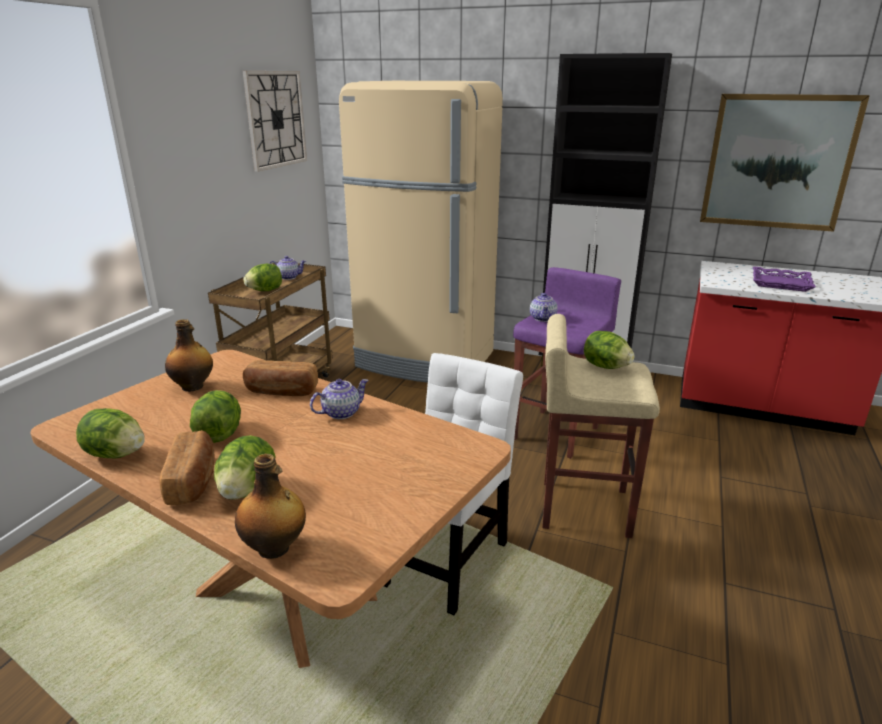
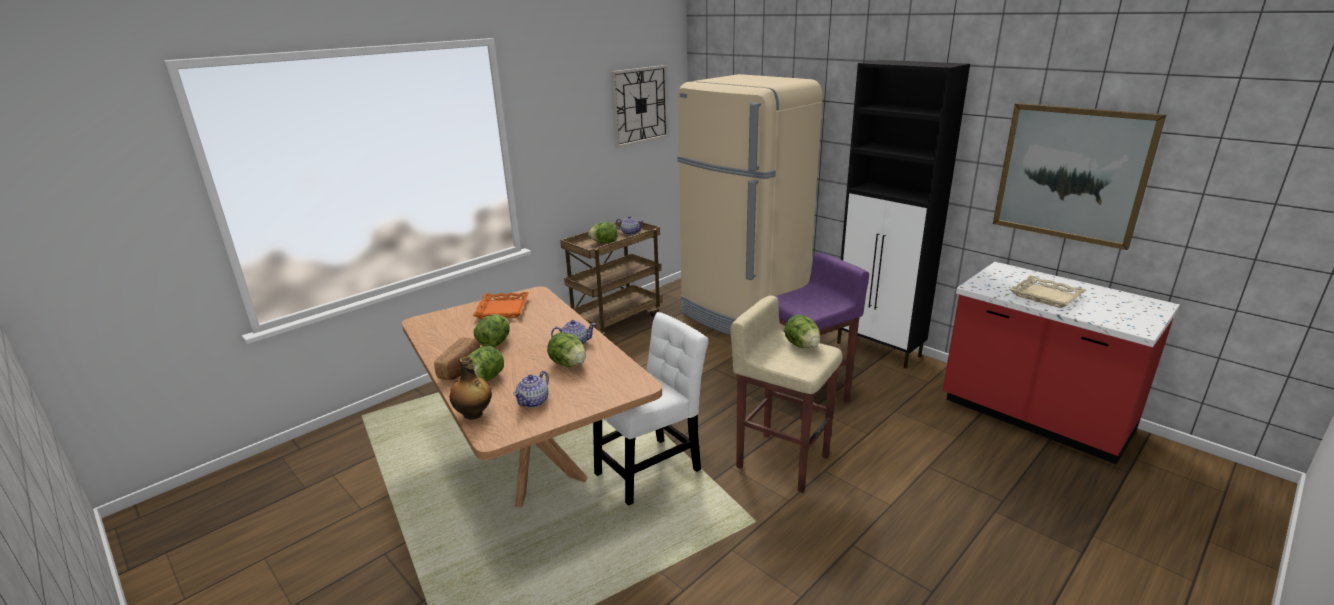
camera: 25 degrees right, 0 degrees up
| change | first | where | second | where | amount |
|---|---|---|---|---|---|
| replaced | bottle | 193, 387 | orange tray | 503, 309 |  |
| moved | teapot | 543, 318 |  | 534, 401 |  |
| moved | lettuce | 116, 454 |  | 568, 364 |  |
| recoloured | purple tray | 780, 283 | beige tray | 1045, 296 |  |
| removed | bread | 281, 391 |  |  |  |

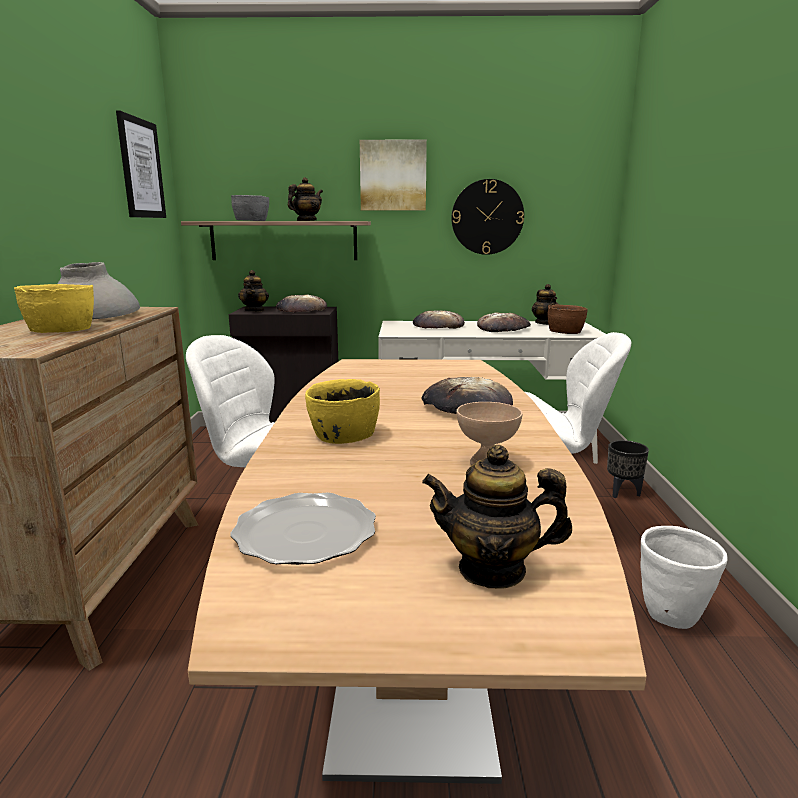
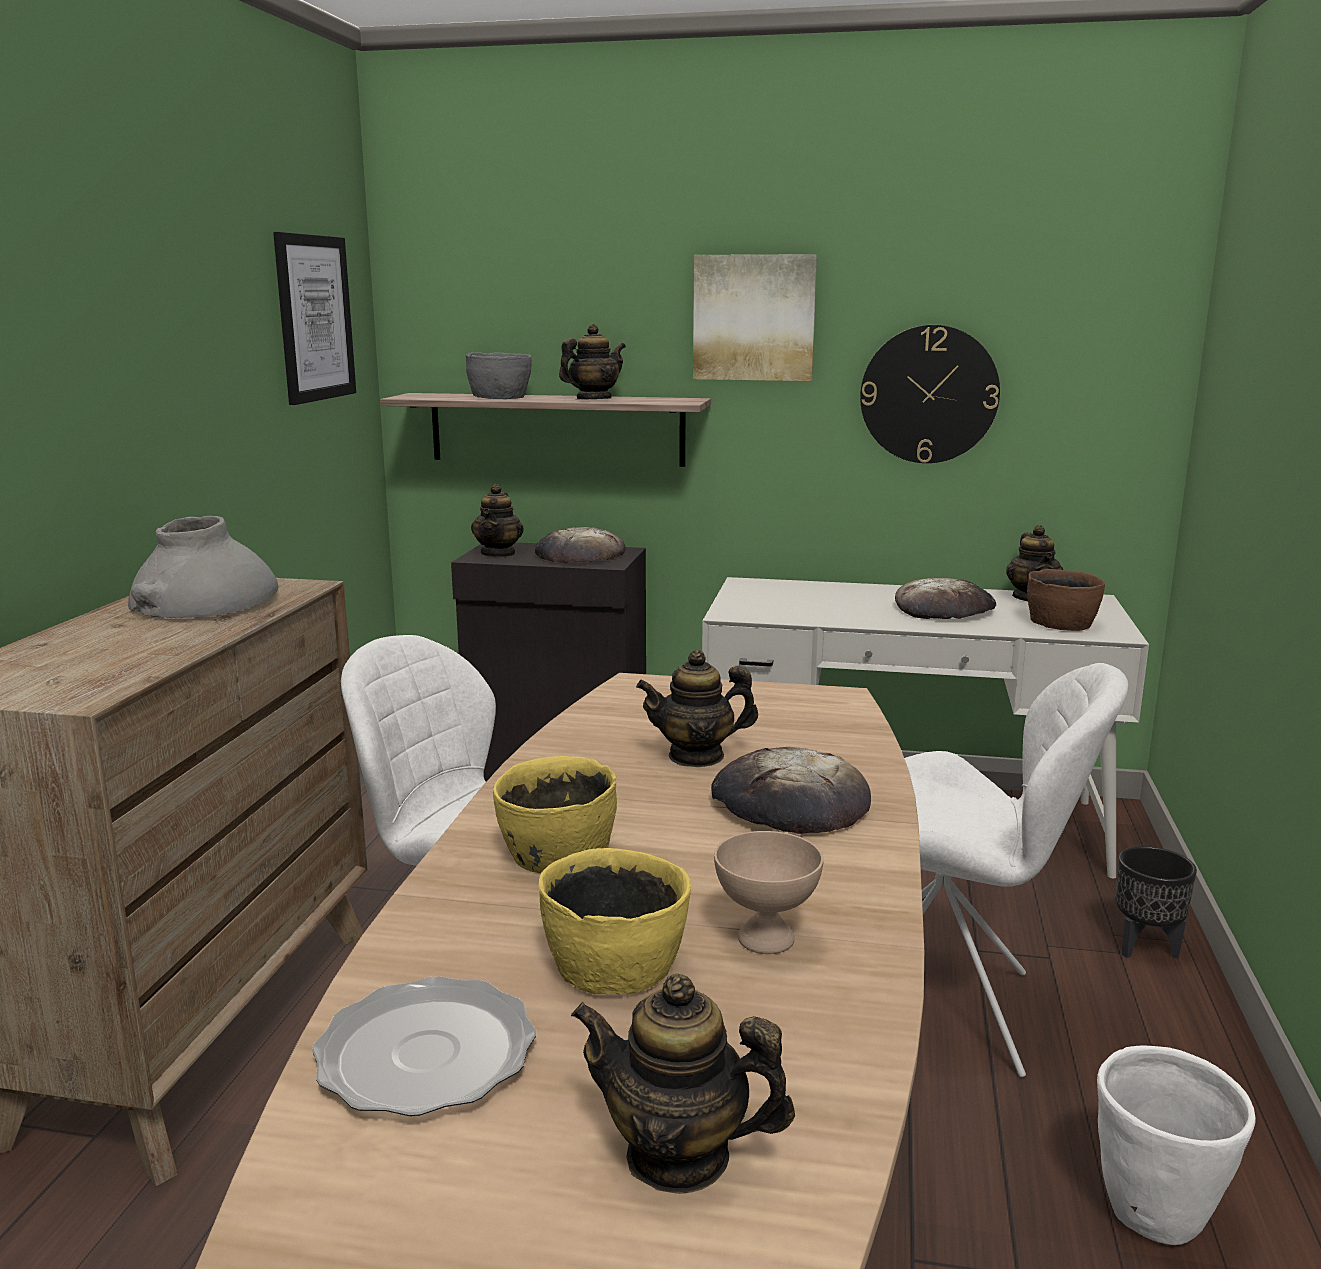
camera: 10 degrees right, 0 degrees up
| change | first | where | second | where | amount |
|---|---|---|---|---|---|
| moved | yellow bowl | 61, 329 |  | 615, 963 |  |
| added |  |  | teapot | 696, 756 |  |
| removed | bread | 438, 325 |  |  |  |

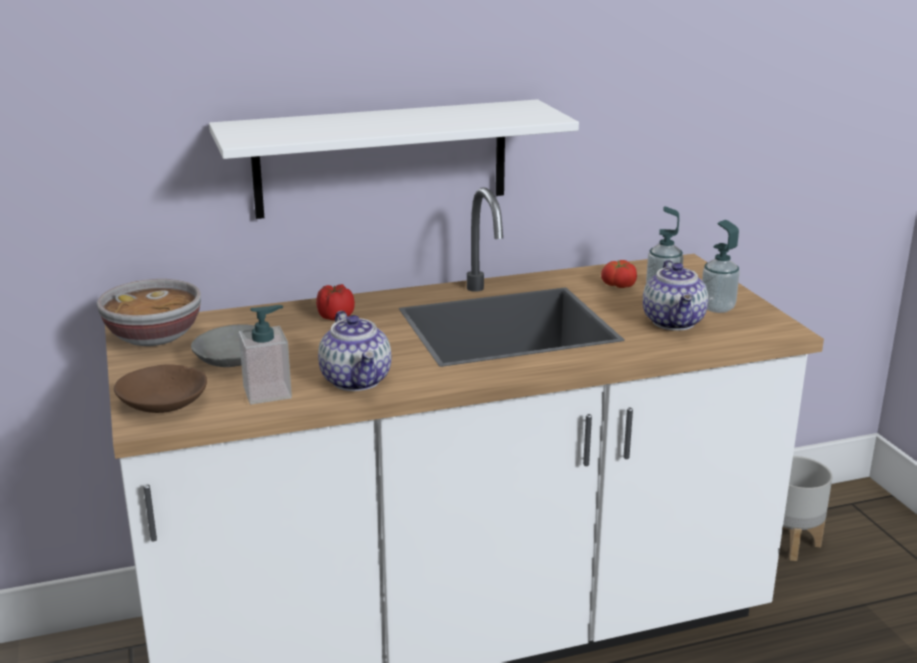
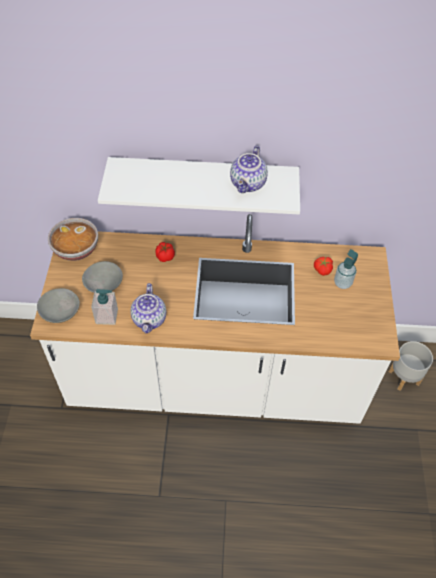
camera: 20 degrees right, 30 degrees up
| change | first | where | second | where | amount |
|---|---|---|---|---|---|
| recoloured | brown bowl | 164, 403 | grey bowl | 60, 310 |  |
| moved | teapot | 675, 322 |  | 248, 184 |  |
| removed | soap dispenser | 717, 308 |  |  |  |

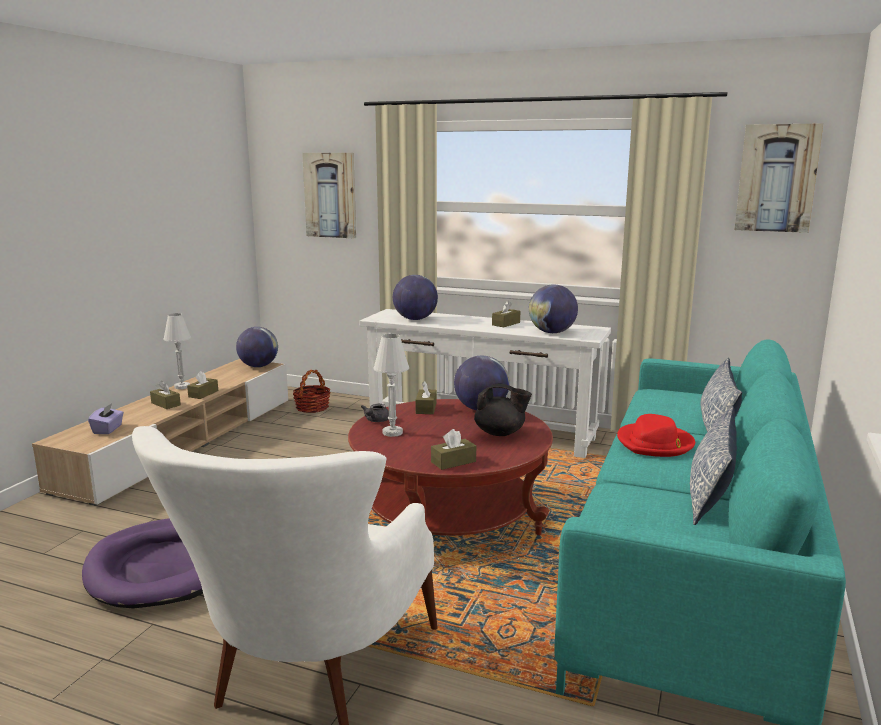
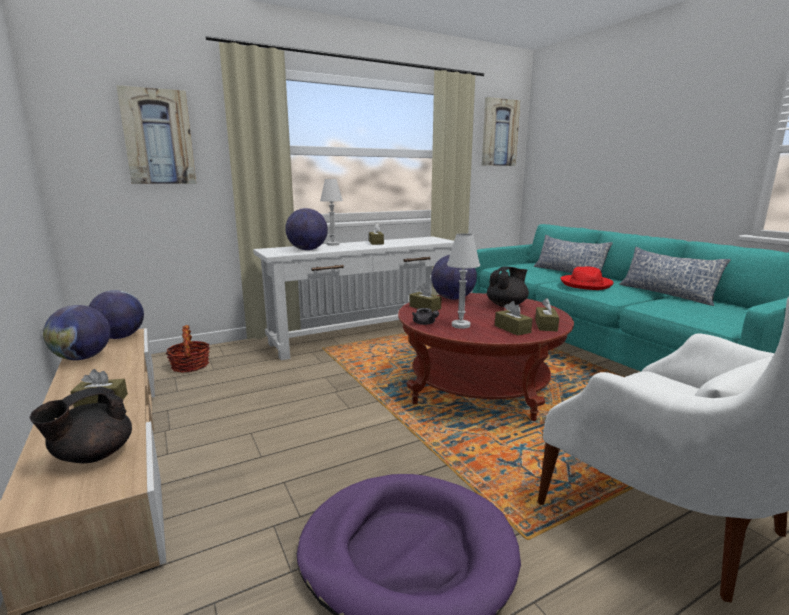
camera: 50 degrees left, 0 degrees up
| change | first | where | second | where | amount |
|---|---|---|---|---|---|
| replaced | purple tissue box | 108, 429 | black teapot | 92, 455 |  |
| moved | globe | 552, 332 |  | 83, 358 |  |
| moved | white table lamp | 182, 386 |  | 333, 244 |  |
| moved | brown tissue box | 203, 394 |  | 512, 329 |  |

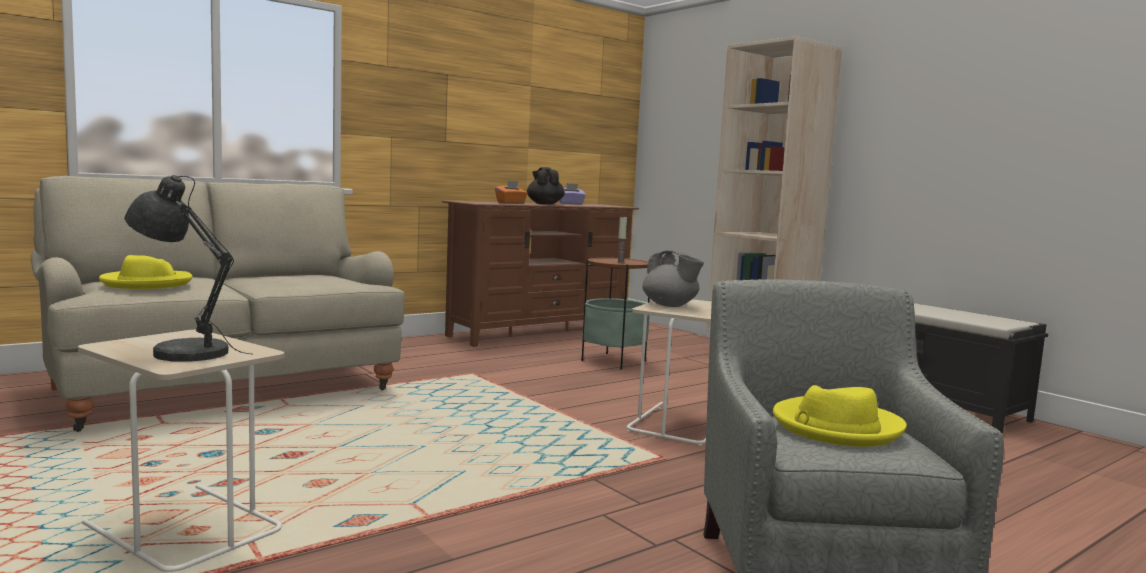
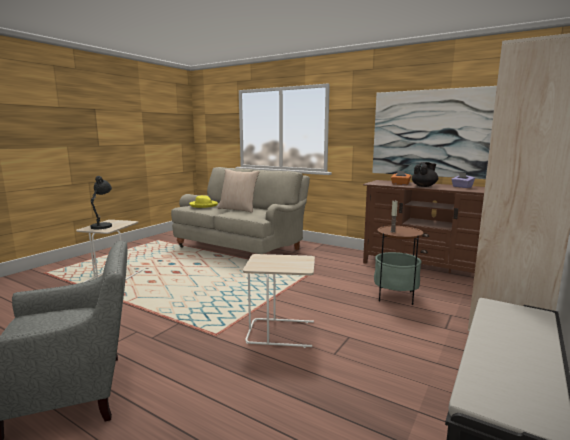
camera: 70 degrees right, 5 degrees up
| change | first | where | second | where | amount |
|---|---|---|---|---|---|
| added |  |  | beige pillow | 238, 209 |  |
| added |  |  | picture | 429, 133 |  |
| removed | grey teapot | 670, 305 |  |  |  |
| removed | yellow hat | 835, 427 |  |  |  |

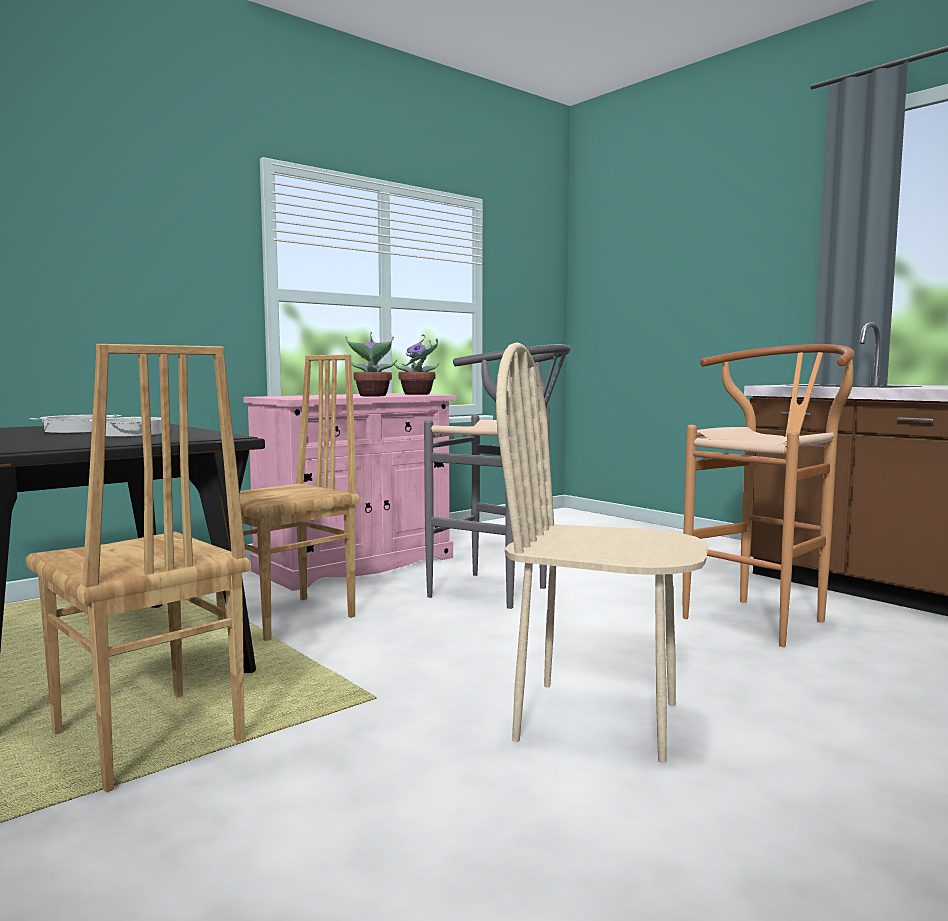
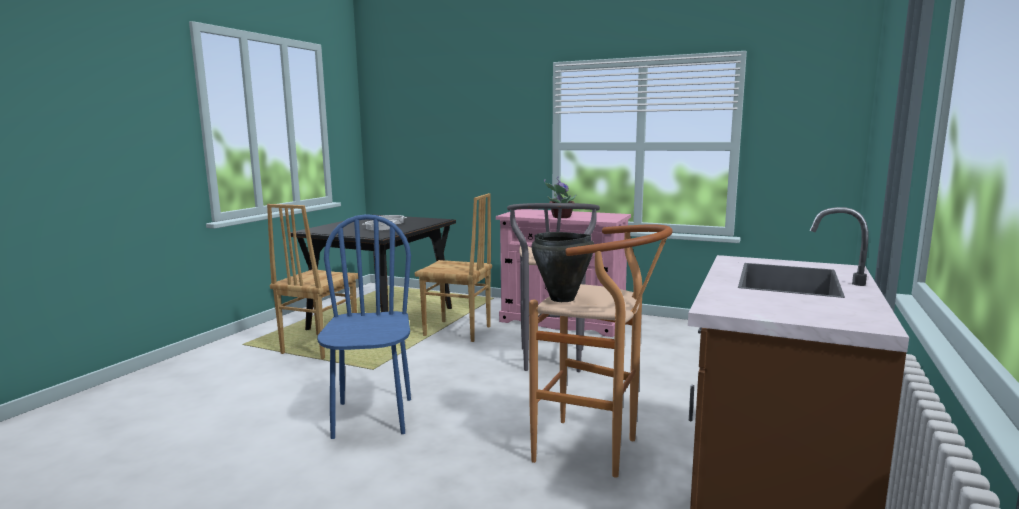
camera: 65 degrees right, 5 degrees up
| change | first | where | second | where | amount |
|---|---|---|---|---|---|
| recoloured | beige chair | 597, 720 | blue chair | 372, 417 |  |
| added |  |  | black cooking pot | 562, 299 |  |
| removed | potted plant | 419, 394 |  |  |  |

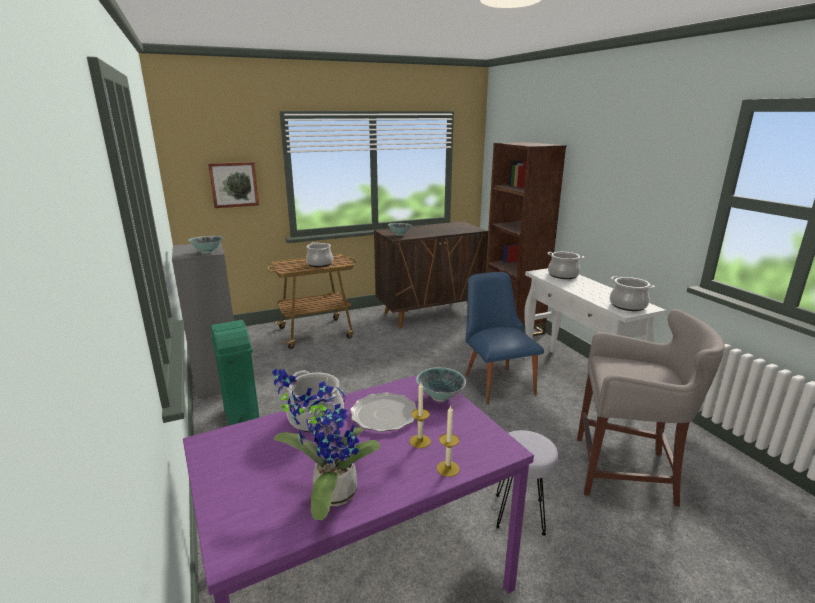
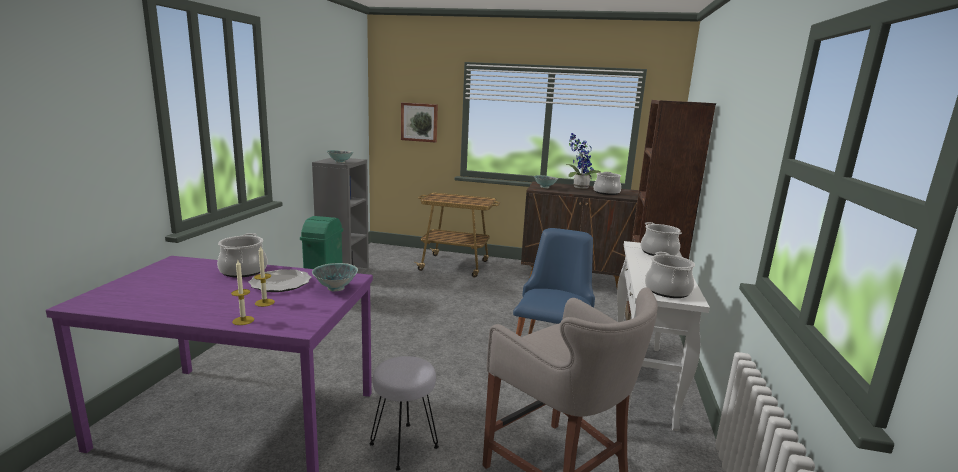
camera: 35 degrees right, 5 degrees down
| change | first | where | second | where | amount |
|---|---|---|---|---|---|
| moved | potted plant | 329, 493 |  | 578, 187 |  |
| moved | cooking pot | 319, 263 |  | 606, 192 |  |

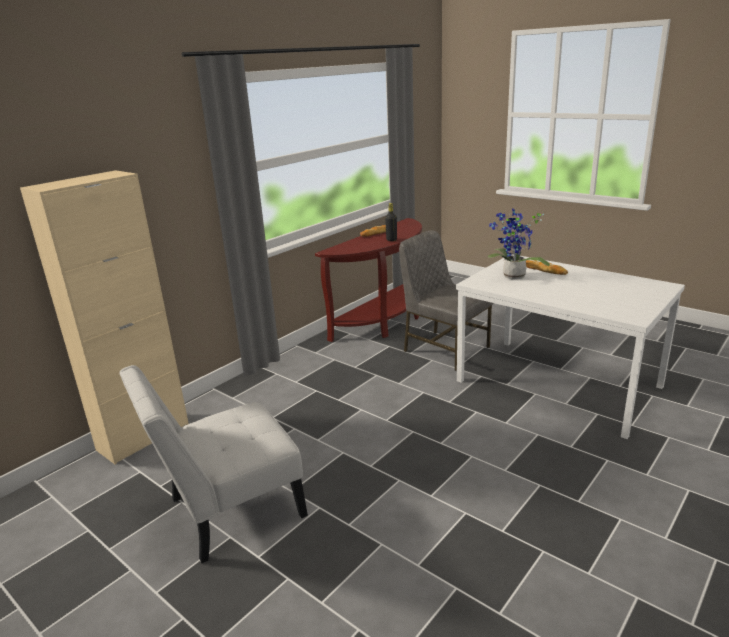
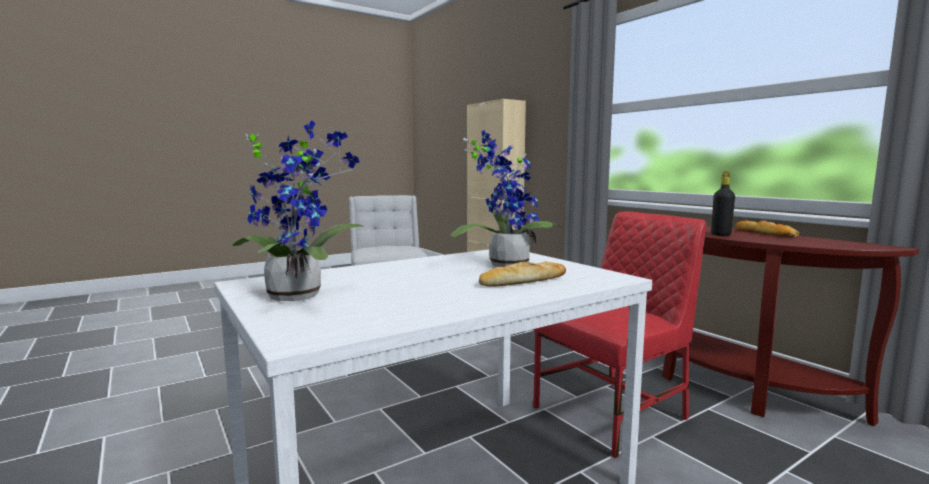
camera: 105 degrees right, 15 degrees down
| change | first | where | second | where | amount |
|---|---|---|---|---|---|
| added |  |  | potted plant | 299, 294 |  |
| recoloured | grey chair | 444, 349 | red chair | 613, 413 |  |

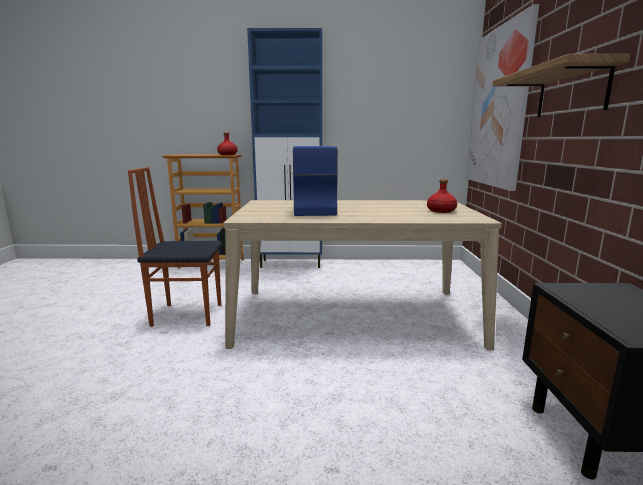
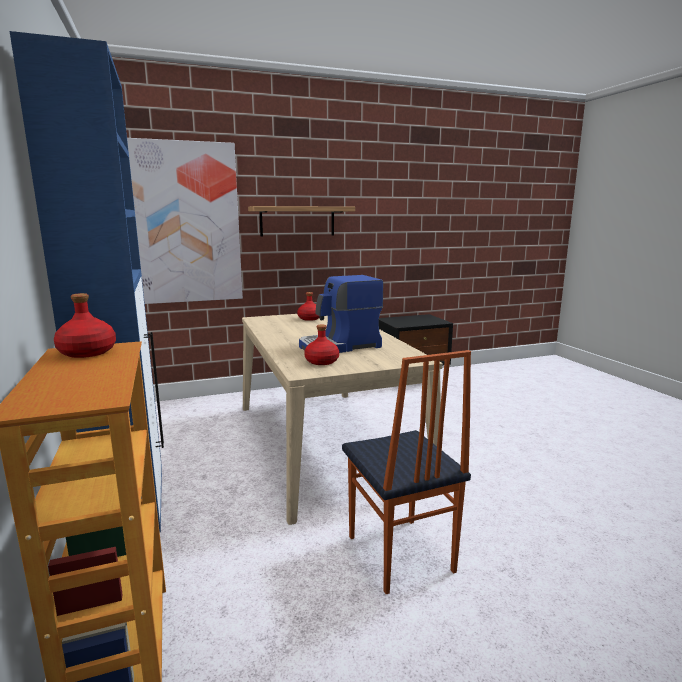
camera: 110 degrees left, 0 degrees up
| change | first | where | second | where | amount |
|---|---|---|---|---|---|
| added |  |  | red bottle | 321, 361 |  |

